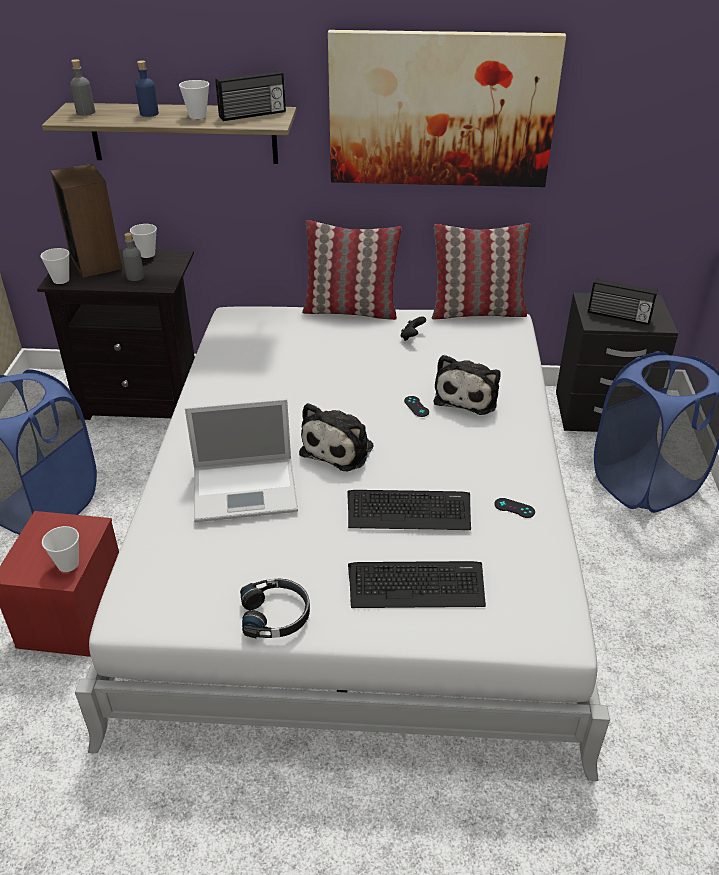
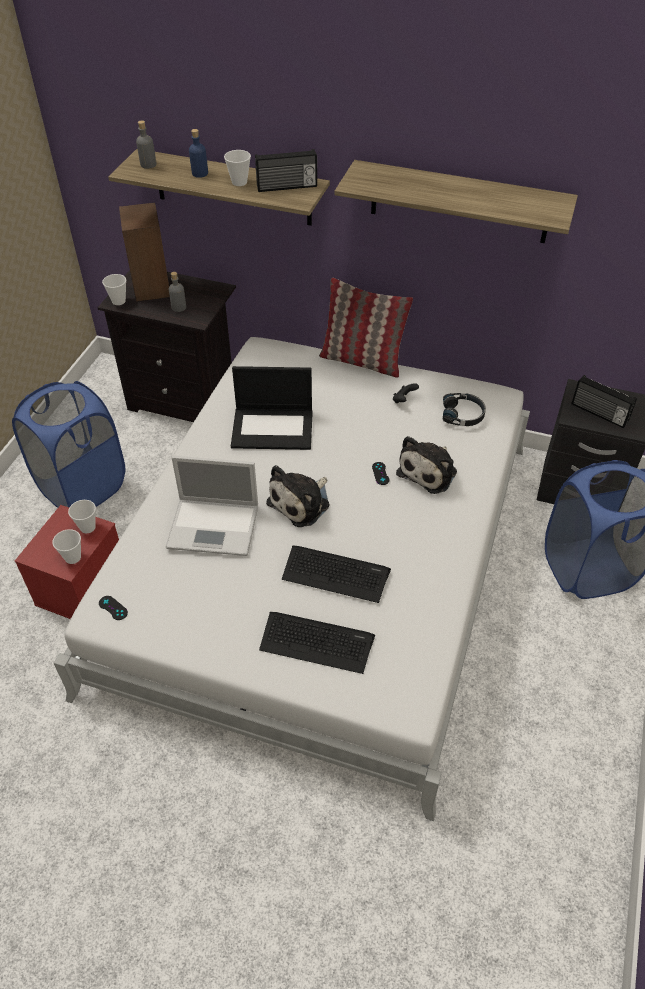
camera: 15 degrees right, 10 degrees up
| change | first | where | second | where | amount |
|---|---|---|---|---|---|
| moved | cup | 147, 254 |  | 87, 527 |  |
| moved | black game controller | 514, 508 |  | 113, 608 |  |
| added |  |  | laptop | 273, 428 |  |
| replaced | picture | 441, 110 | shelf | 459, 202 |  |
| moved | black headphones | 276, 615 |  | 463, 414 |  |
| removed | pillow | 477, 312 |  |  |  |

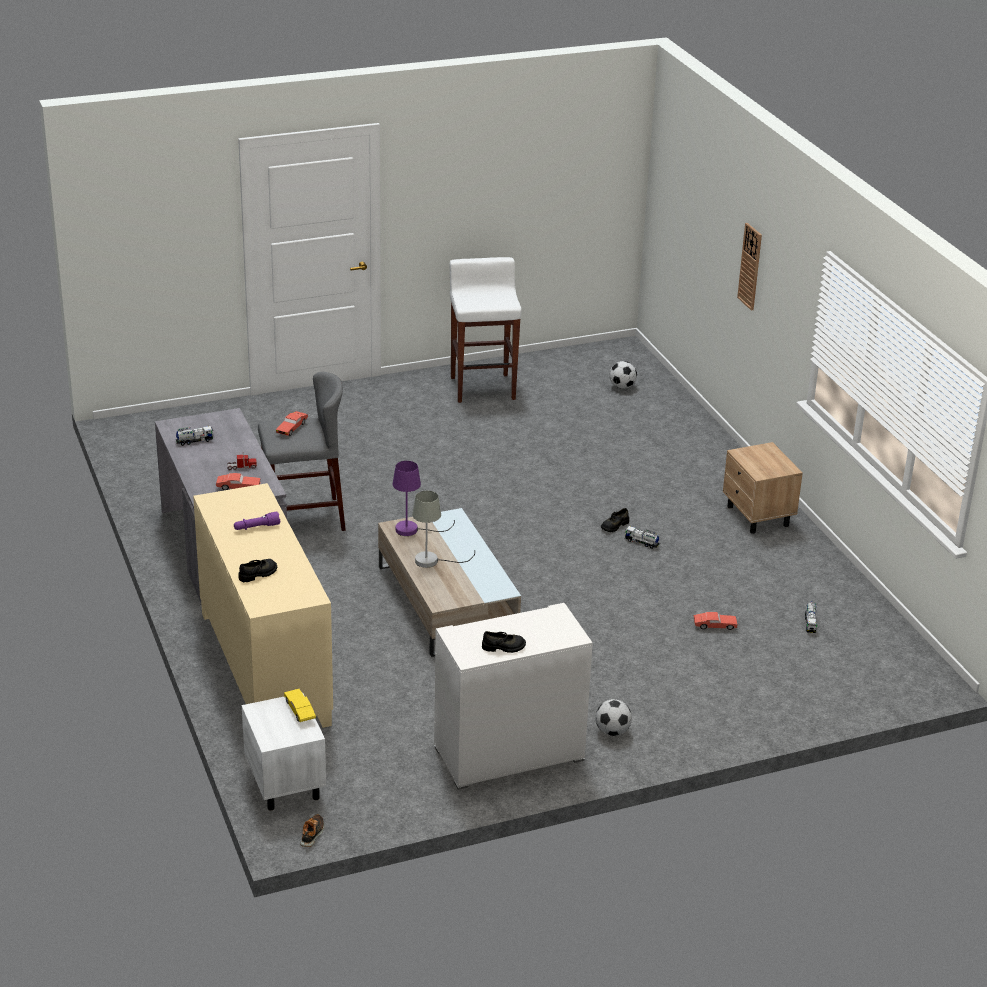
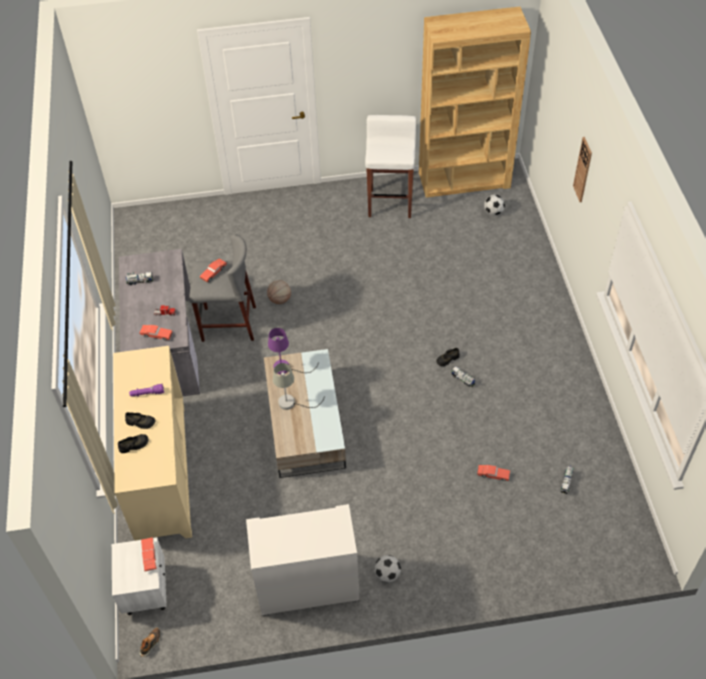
camera: 15 degrees right, 20 degrees up
| change | first | where | second | where | amount |
|---|---|---|---|---|---|
| moved | black shoe | 503, 647 |  | 140, 422 |  |
| recoloured | yellow toy car | 300, 711 | red toy car | 149, 556 |  |
| added |  |  | basketball | 280, 299 |  |
| added |  |  | brown bookcase | 464, 180 |  |
| removed | beige nightstand | 758, 516 |  |  |  |

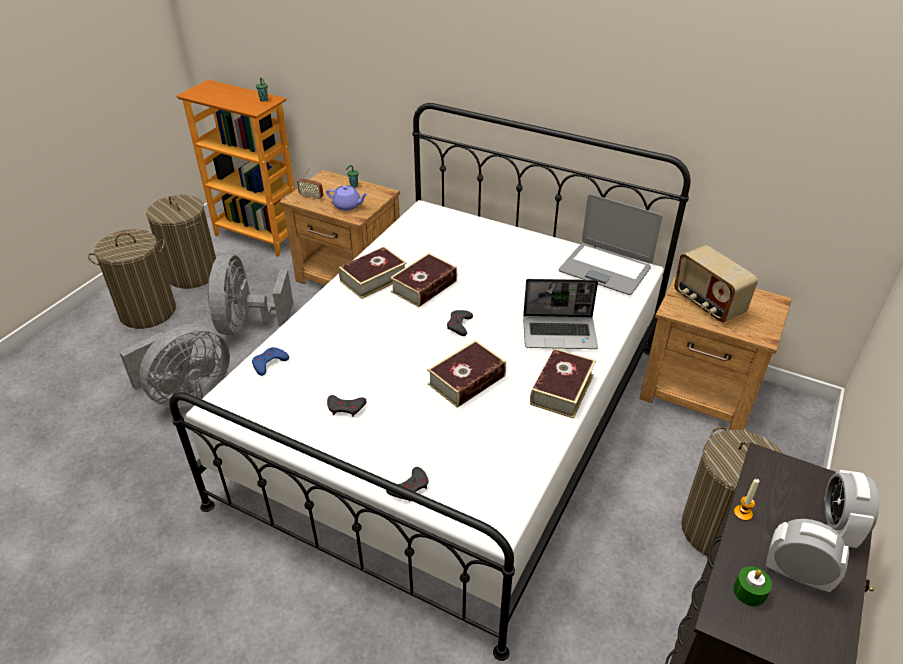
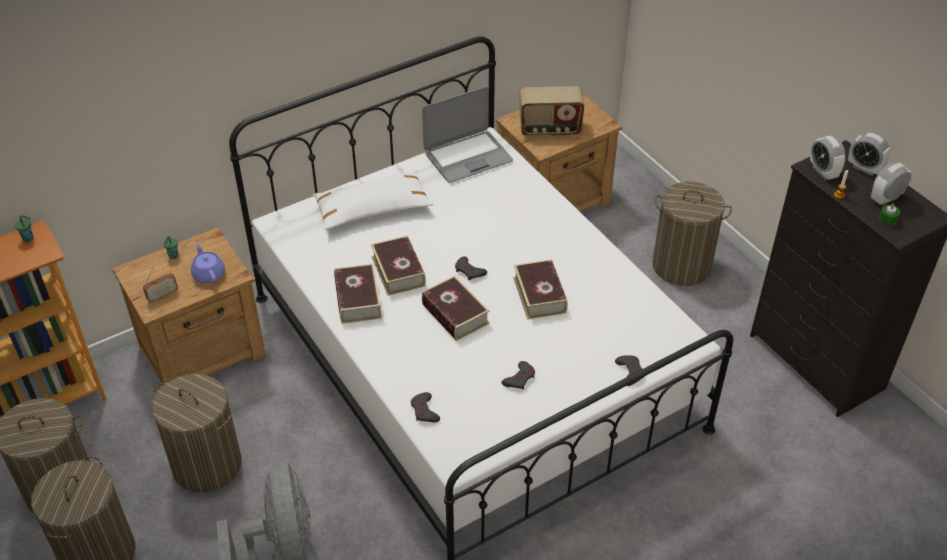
camera: 60 degrees left, 5 degrees up
| change | first | where | second | where | amount |
|---|---|---|---|---|---|
| replaced | grey fan | 247, 324 | laundry basket | 207, 465 |  |
| turned | purple teapot | 348, 206 |  | 208, 274 | 75 degrees counterclockwise |
| added |  |  | white pillow | 372, 209 |  |
| recoloured | blue game controller | 269, 363 | grey game controller | 424, 411 |  |
| moved | book | 562, 389 |  | 455, 314 |  |
| added |  |  | alarm clock | 823, 172 |  |
| removed | laptop | 560, 333 |  |  |  |

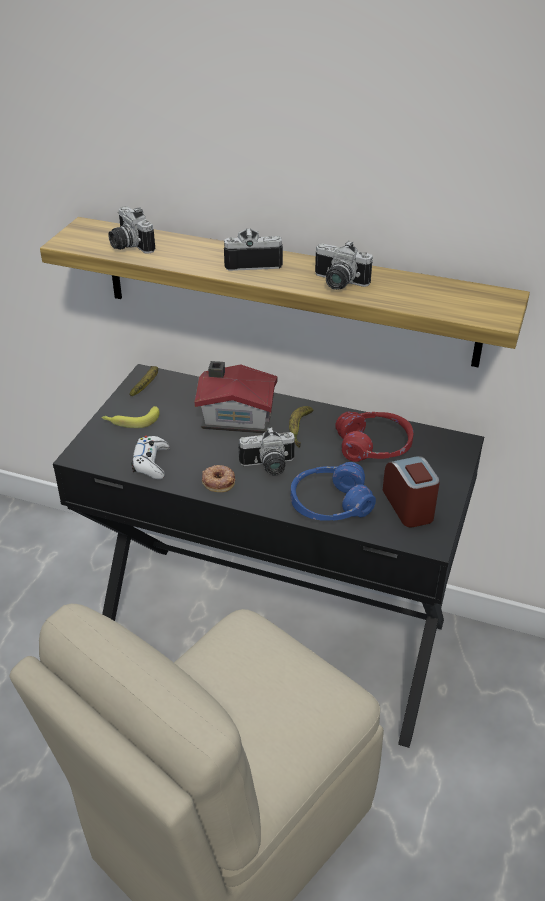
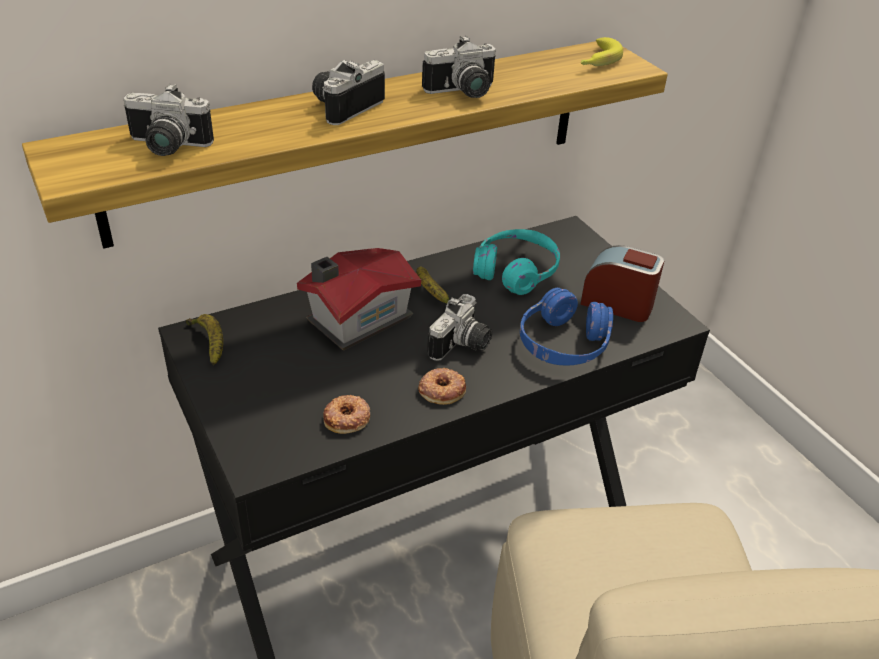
camera: 50 degrees left, 0 degrees up
| change | first | where | second | where | amount |
|---|---|---|---|---|---|
| replaced | white game controller | 151, 463 | donut | 347, 418 |  |
| recoloured | red headphones | 374, 446 | turquoise headphones | 515, 272 |  |
| moved | banana | 131, 421 |  | 596, 61 |  |

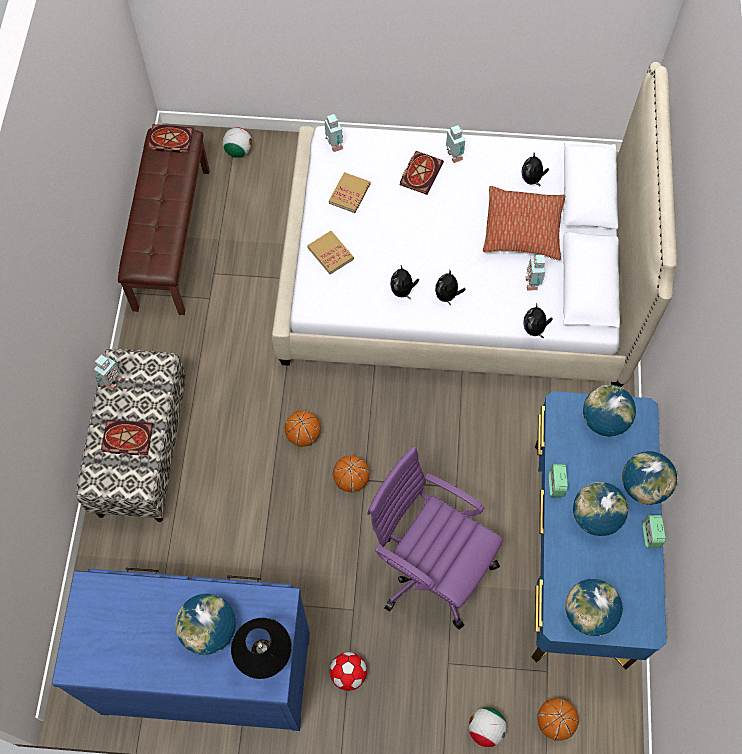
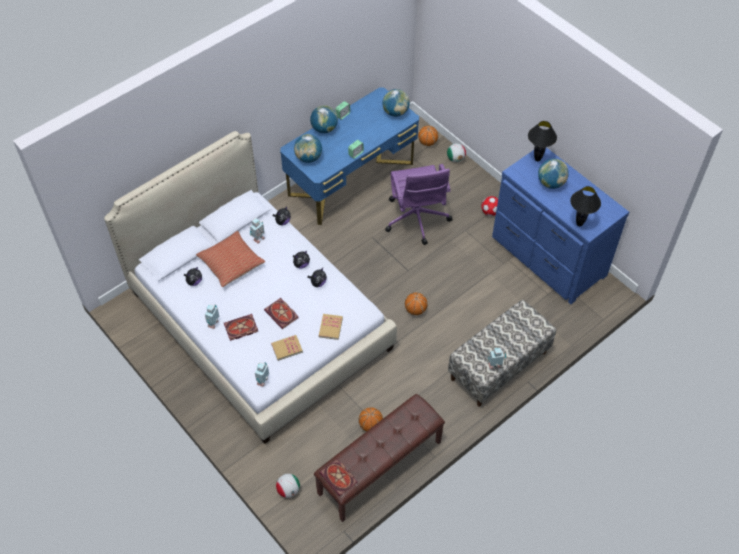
camera: 135 degrees left, 10 degrees down
| change | first | where | second | where | amount |
|---|---|---|---|---|---|
| moved | book | 126, 439 |  | 282, 314 |  |
| moved | basketball | 351, 480 |  | 370, 425 |  |
| added |  |  | black table lamp | 579, 224 |  |
| removed | globe | 595, 517 |  |  |  |

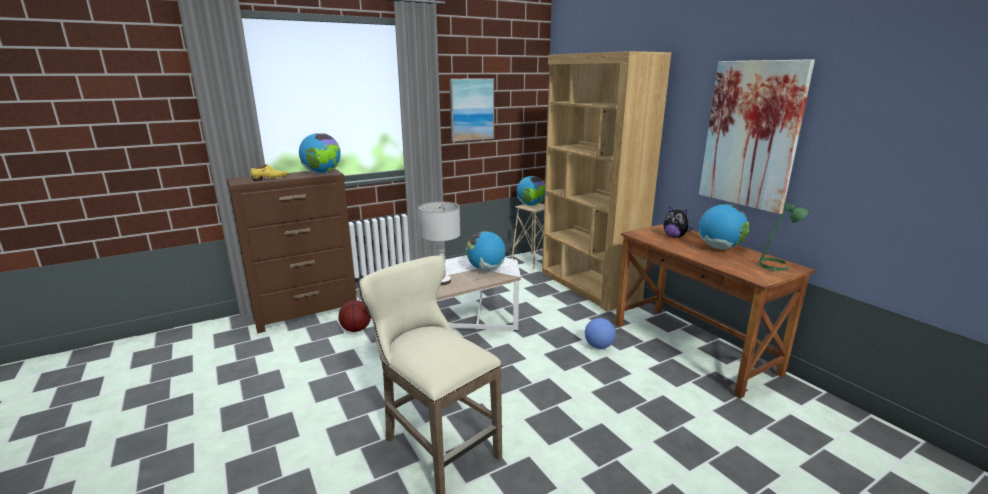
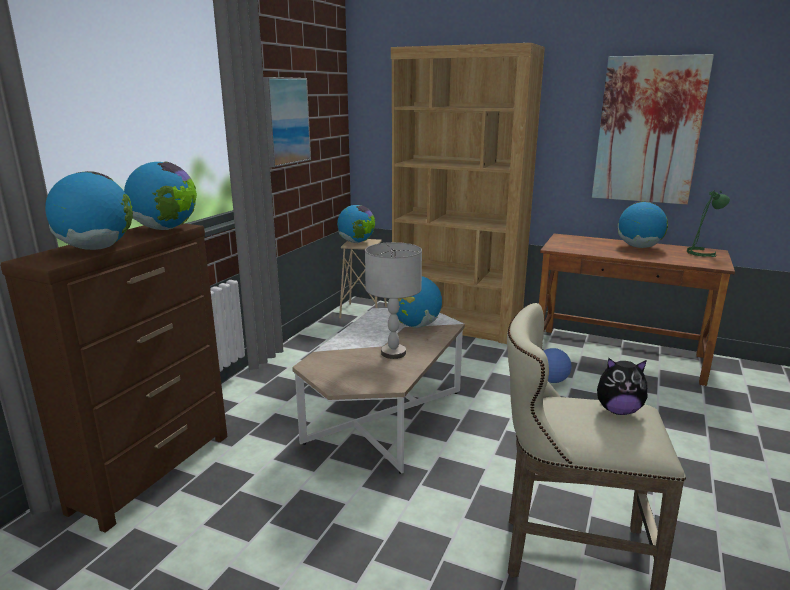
camera: 35 degrees left, 0 degrees up
| change | first | where | second | where | amount |
|---|---|---|---|---|---|
| replaced | yellow shoe | 270, 178 | globe | 97, 248 |  |
| moved | plush toy | 675, 236 |  | 618, 410 |  |
| removed | basketball | 356, 329 |  |  |  |

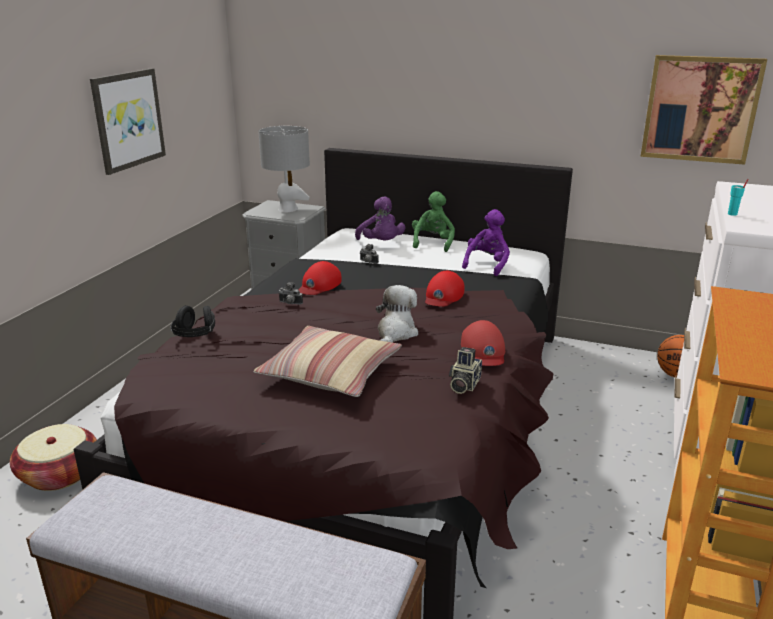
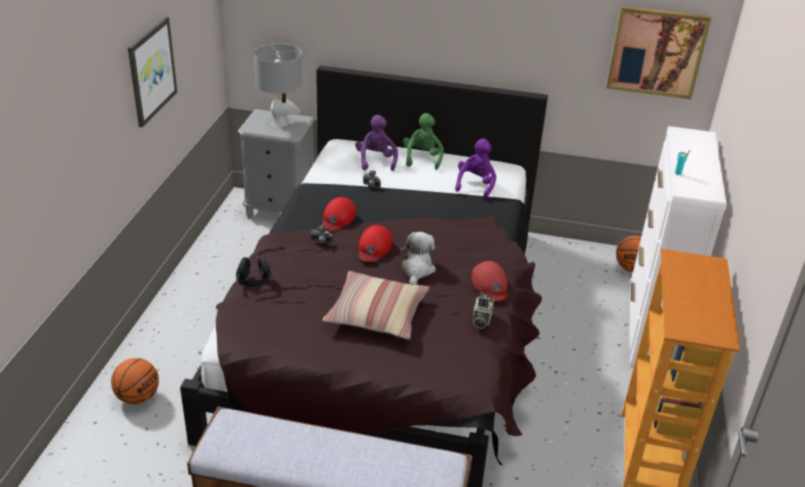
camera: 10 degrees left, 10 degrees up
| change | first | where | second | where | amount |
|---|---|---|---|---|---|
| replaced | basket | 59, 474 | basketball | 137, 397 |  |
| turned | purple plush toy | 381, 243 |  | 376, 161 | 150 degrees counterclockwise |
| moved | red cap | 443, 296 |  | 374, 248 |  |

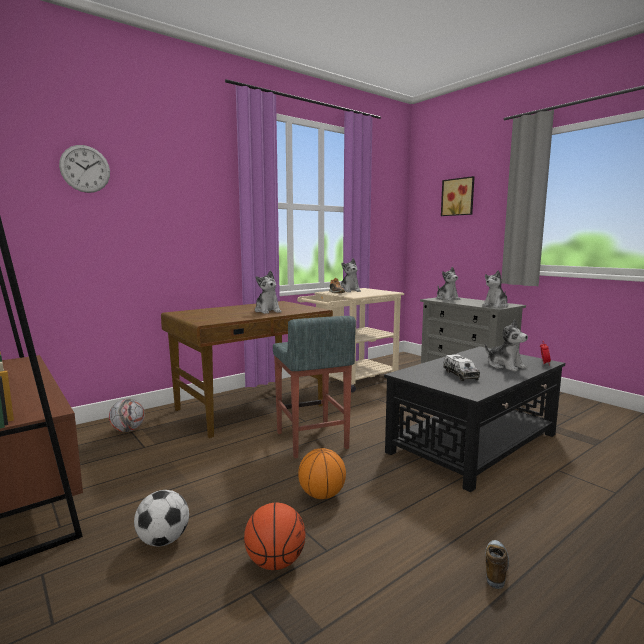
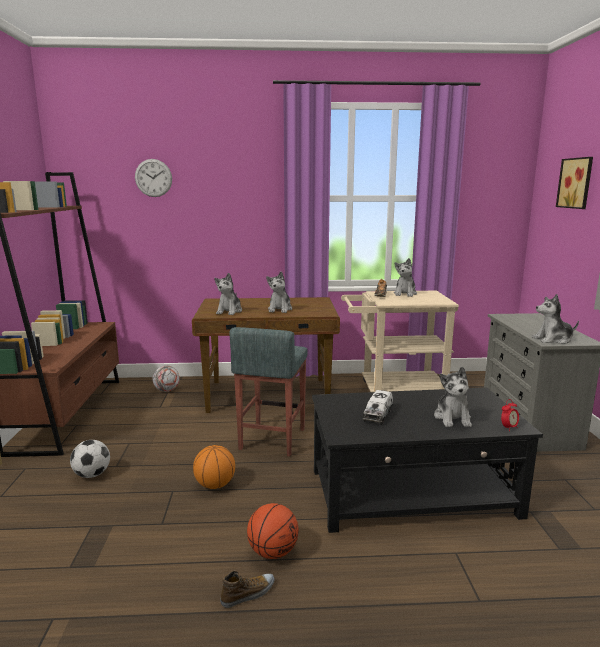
camera: 35 degrees right, 5 degrees up
| change | first | where | second | where | amount |
|---|---|---|---|---|---|
| moved | plush toy | 447, 298 |  | 229, 311 |  |
| moved | basketball | 275, 562 |  | 272, 552 |  |

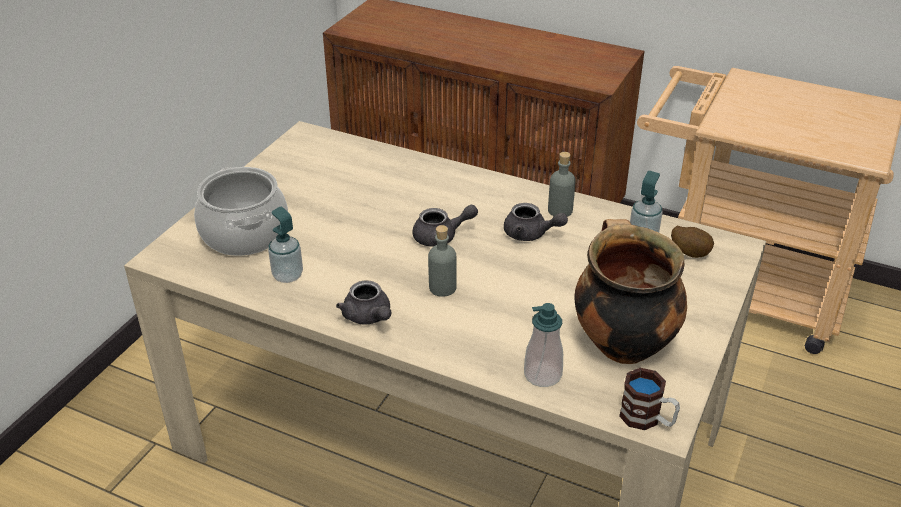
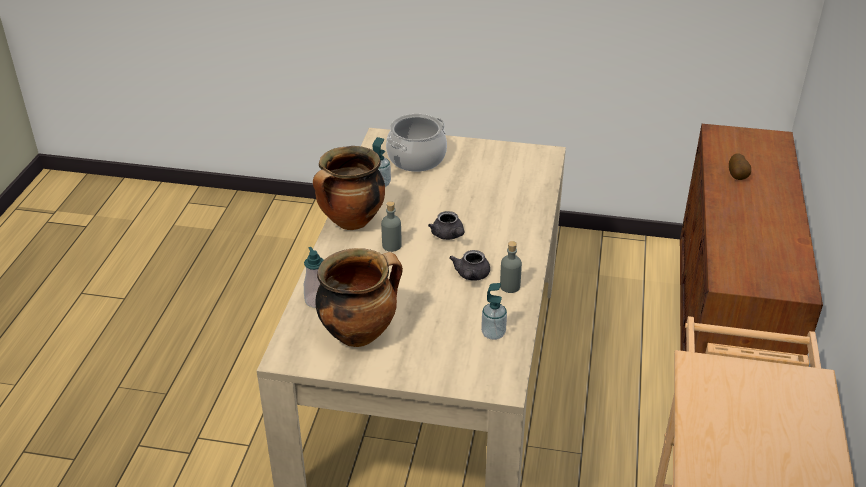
camera: 75 degrees right, 0 degrees up
| change | first | where | second | where | amount |
|---|---|---|---|---|---|
| replaced | grey teapot | 369, 317 | cooking pot | 351, 222 |  |
| moved | potato | 689, 253 |  | 738, 176 |  |
| removed | mug | 647, 419 |  |  |  |

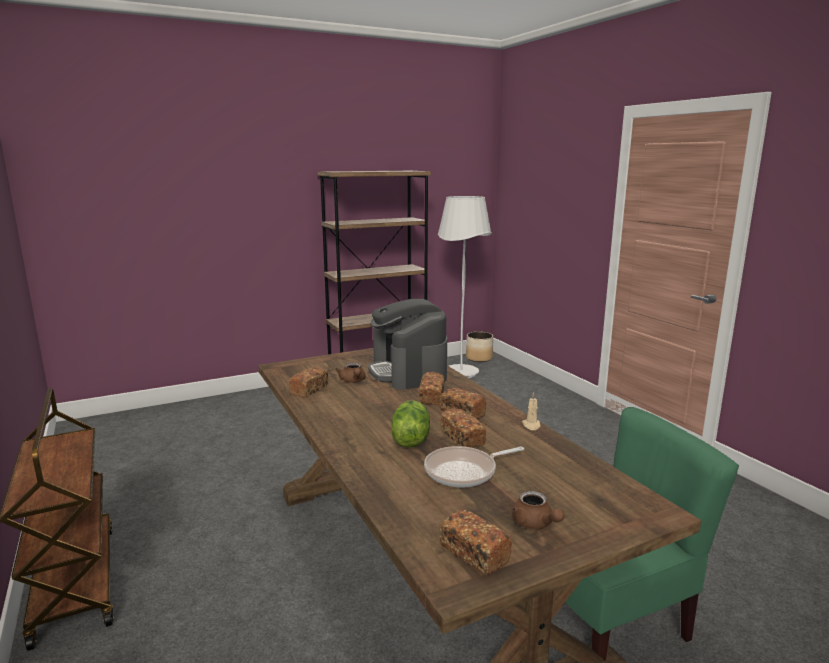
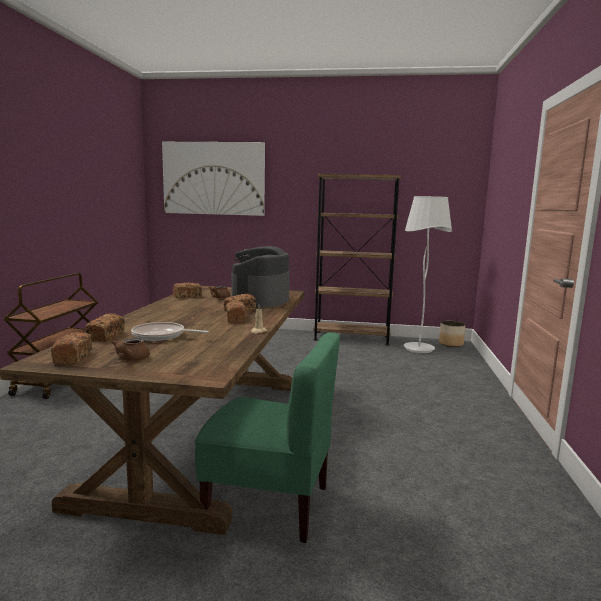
camera: 35 degrees right, 5 degrees down
| change | first | where | second | where | amount |
|---|---|---|---|---|---|
| moved | bread | 462, 438 |  | 106, 336 |  |
| added |  |  | picture | 213, 178 |  |
| removed | lettuce | 410, 440 |  |  |  |

